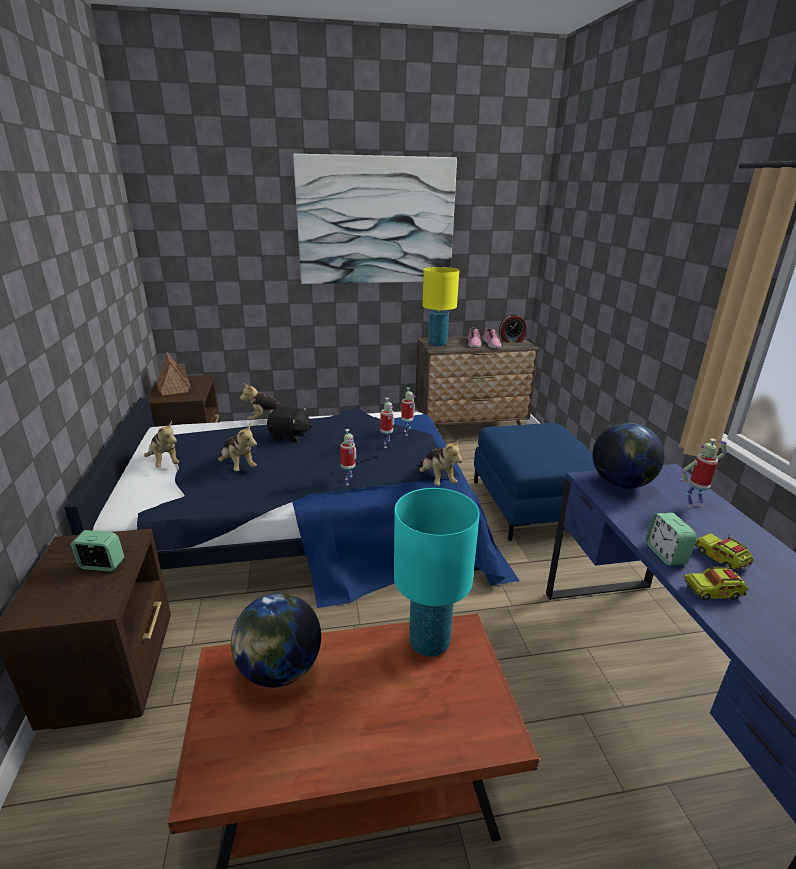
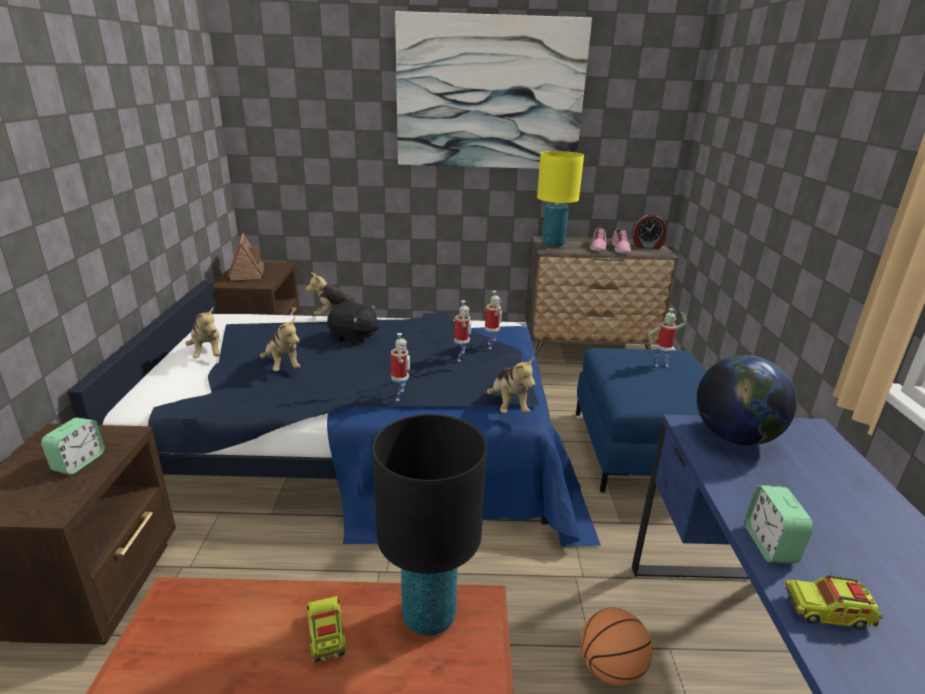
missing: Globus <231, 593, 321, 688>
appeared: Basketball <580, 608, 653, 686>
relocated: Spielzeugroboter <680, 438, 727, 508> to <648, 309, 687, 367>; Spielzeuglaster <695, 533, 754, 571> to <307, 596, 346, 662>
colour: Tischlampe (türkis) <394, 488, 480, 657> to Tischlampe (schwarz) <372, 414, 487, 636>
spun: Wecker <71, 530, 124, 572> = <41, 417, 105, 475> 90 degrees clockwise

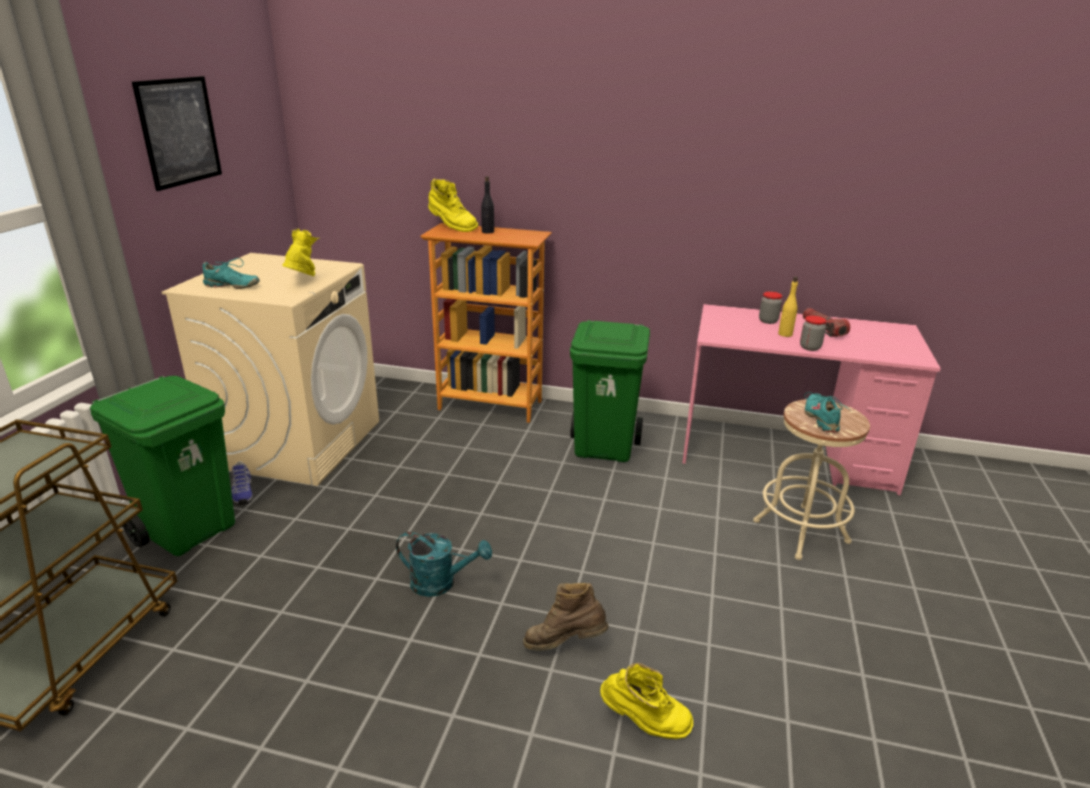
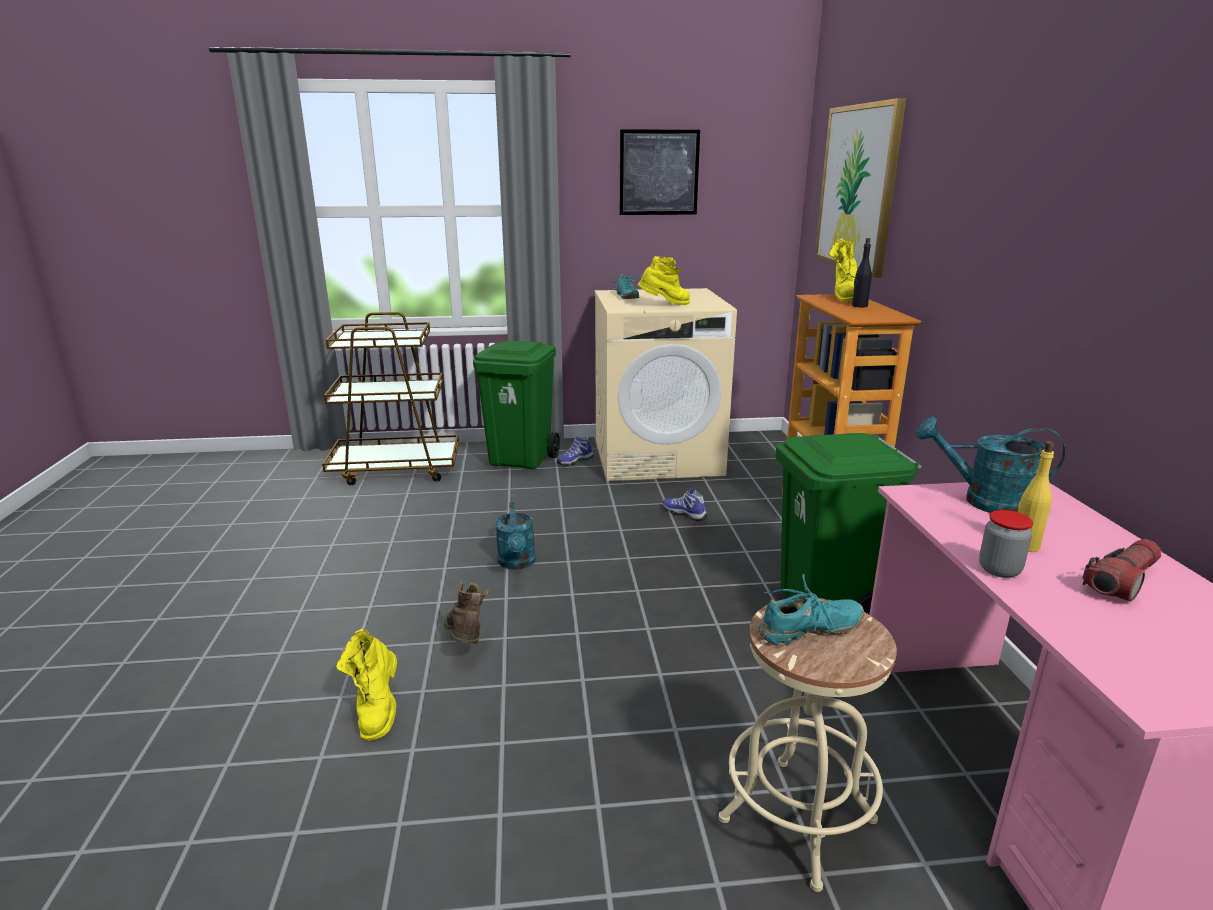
missing: Vorratsglas <759, 292, 782, 324>
appeared: Schuh <663, 489, 707, 521>; Bild <815, 98, 906, 278>; Gießkanne (türkis) <916, 417, 1066, 513>

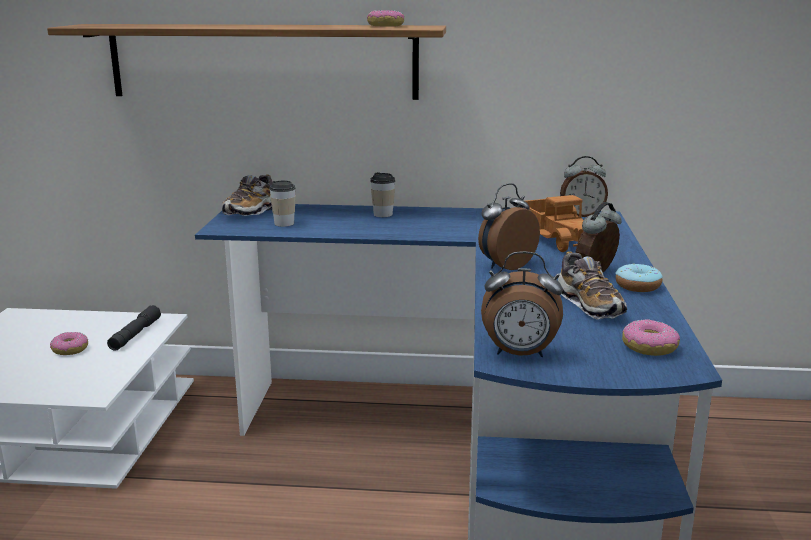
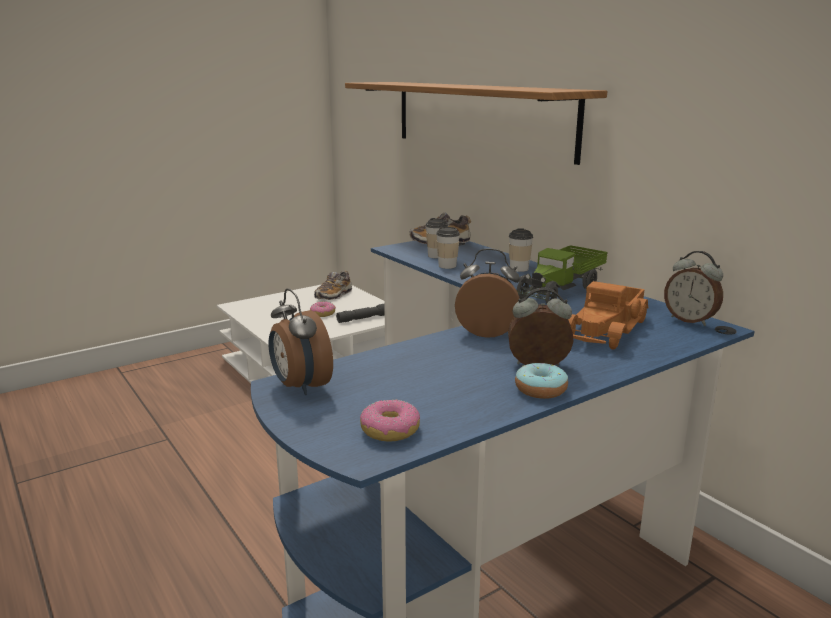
missing: Donut <367, 10, 404, 26>
appeared: Tasse <436, 227, 460, 269>; Spielzeuglaster <517, 245, 607, 304>
relocated: Schuh <558, 251, 627, 320> to <314, 271, 352, 300>

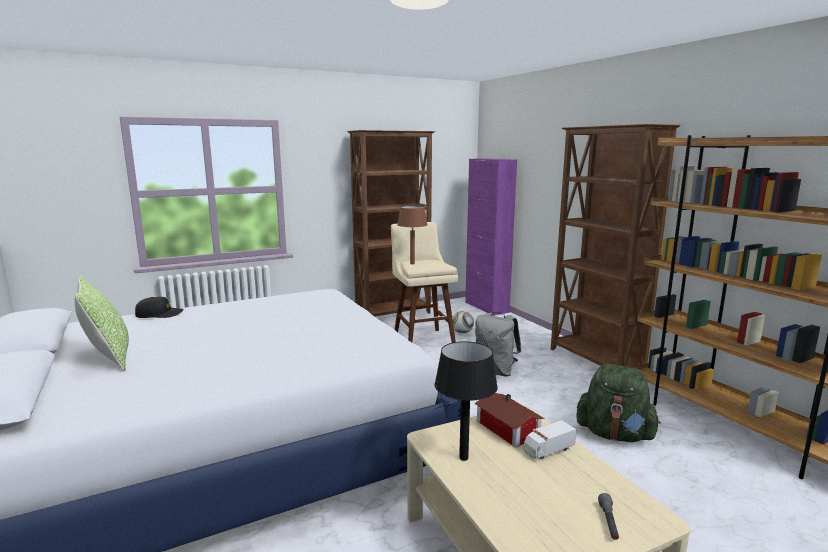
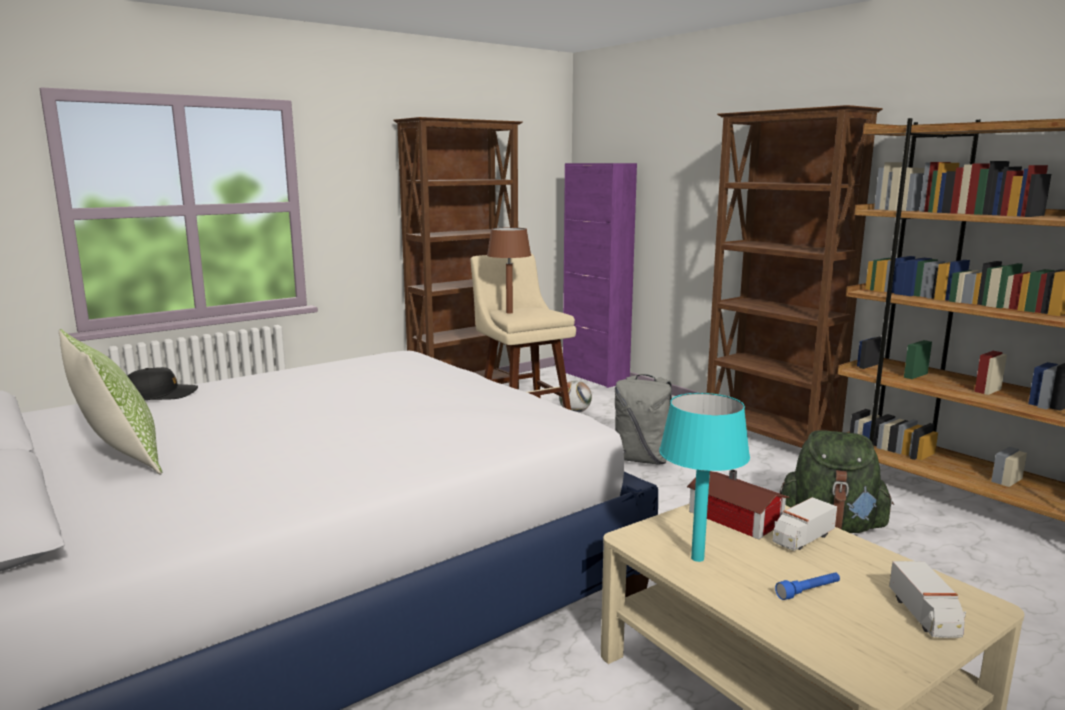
appeared: Taschenlampe (blau) <775, 572, 840, 600>
exchanged: Taschenlampe (grau) <598, 493, 619, 540> to Spielzeuglaster <889, 561, 966, 638>
colour: Tischlampe (schwarz) <435, 341, 498, 461> to Tischlampe (türkis) <659, 393, 750, 562>

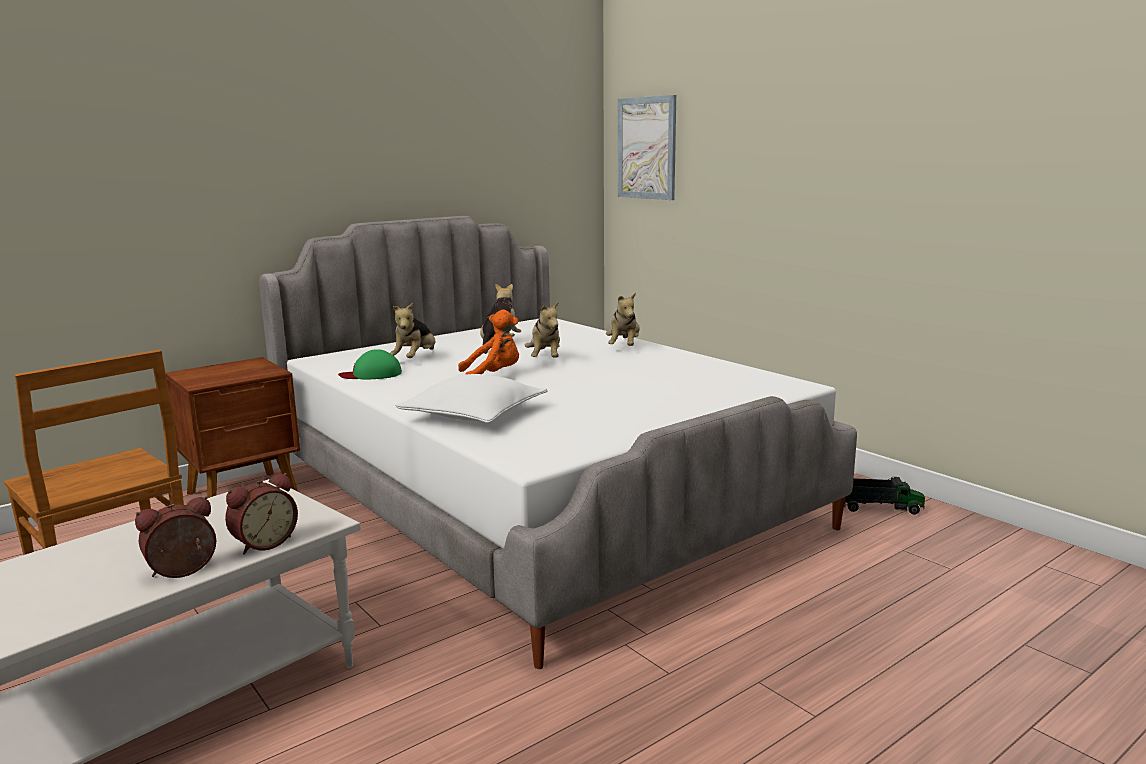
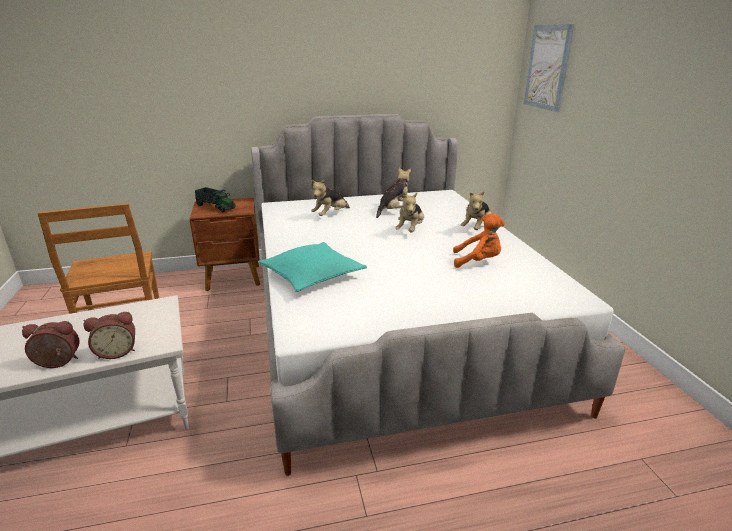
missing: Kappe (grün) <338, 349, 402, 380>
relocated: Plüschtier (orange) <458, 309, 519, 375> to <453, 213, 505, 268>; Spielzeuglaster <844, 476, 925, 515> to <195, 187, 236, 212>
colour: Kissen (weiß) <395, 374, 548, 423> to Kissen (türkis) <258, 242, 367, 292>

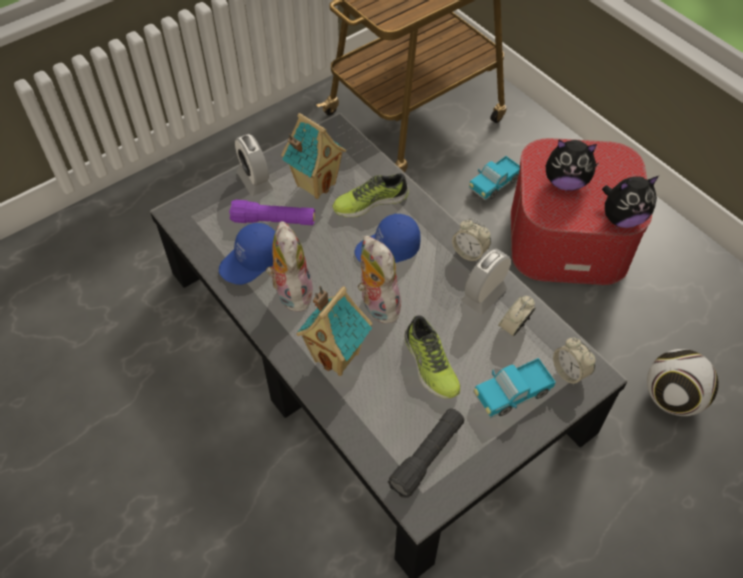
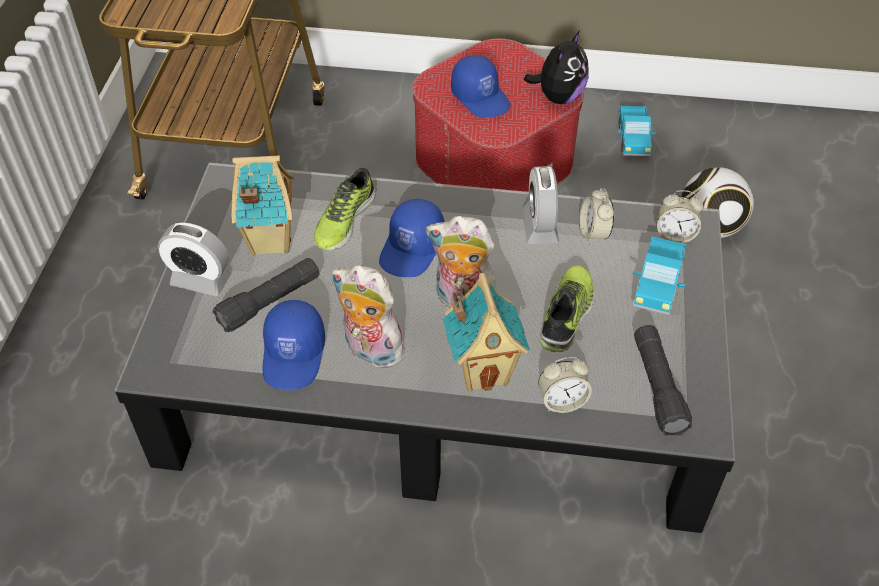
relocated: Wecker <452, 218, 491, 262> to <538, 357, 592, 413>; Spielzeuglaster <469, 156, 520, 201> to <617, 106, 657, 156>
exchanged: Plüschtier <546, 140, 598, 191> to Kappe (blau) <451, 55, 511, 118>
colour: Taschenlampe (lila) <229, 200, 315, 225> to Taschenlampe (schwarz) <213, 258, 319, 332>
spun: Schuh <404, 315, 461, 399> = <540, 265, 595, 352> 90 degrees counterclockwise

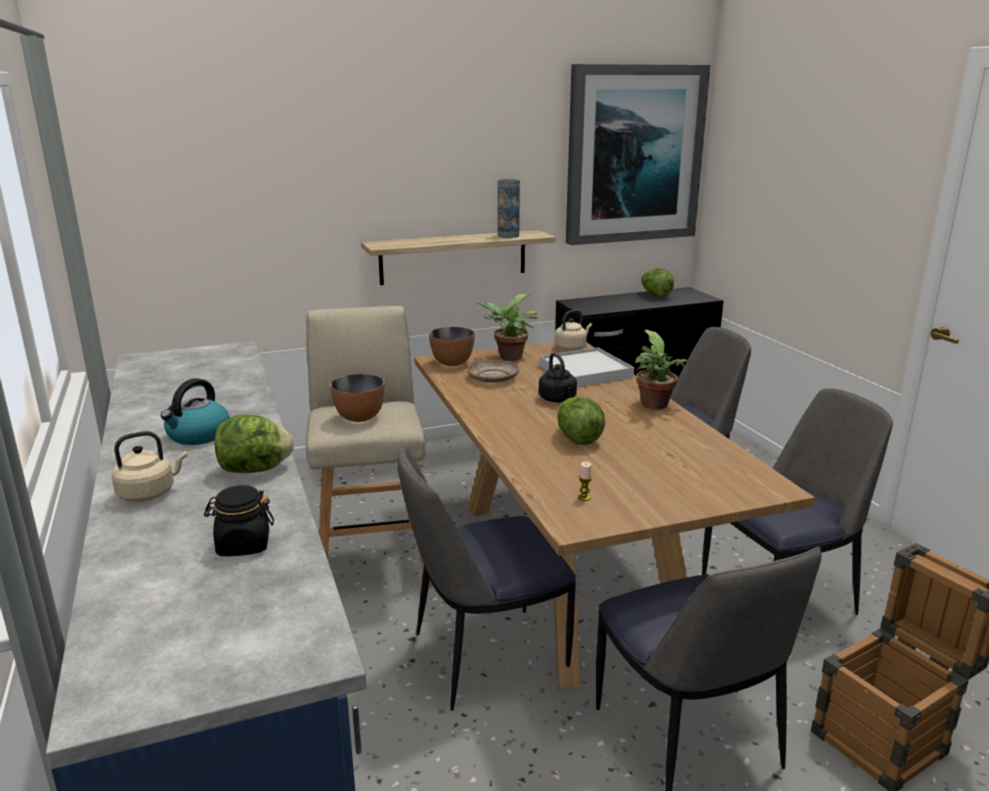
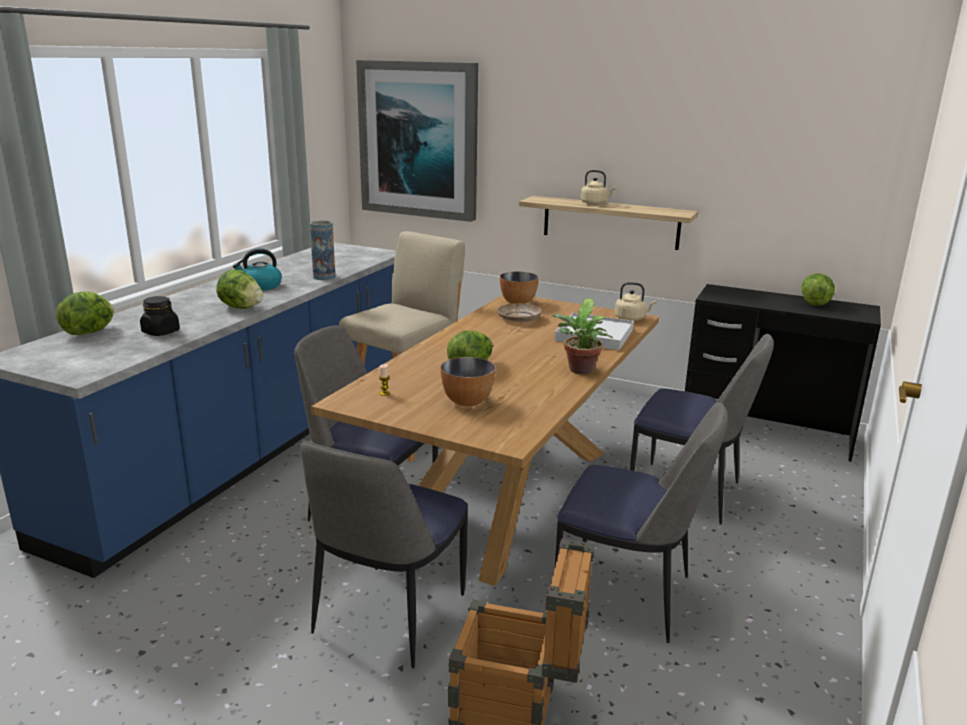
missing: Topfpflanze <476, 294, 538, 361>; Wasserkessel (schwarz) <539, 353, 577, 402>
appeared: Salatkopf <56, 292, 114, 335>
relocated: Wasserkessel (beige) <112, 431, 187, 502> to <581, 170, 616, 205>; Schüssel <330, 374, 385, 422> to <441, 357, 496, 406>; Vase <498, 179, 520, 238> to <310, 221, 335, 280>; Bild <566, 64, 710, 245> to <356, 60, 478, 222>

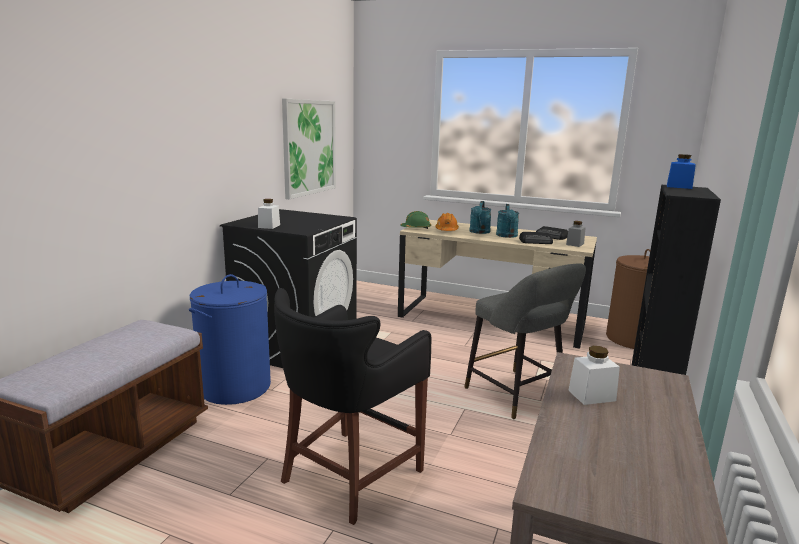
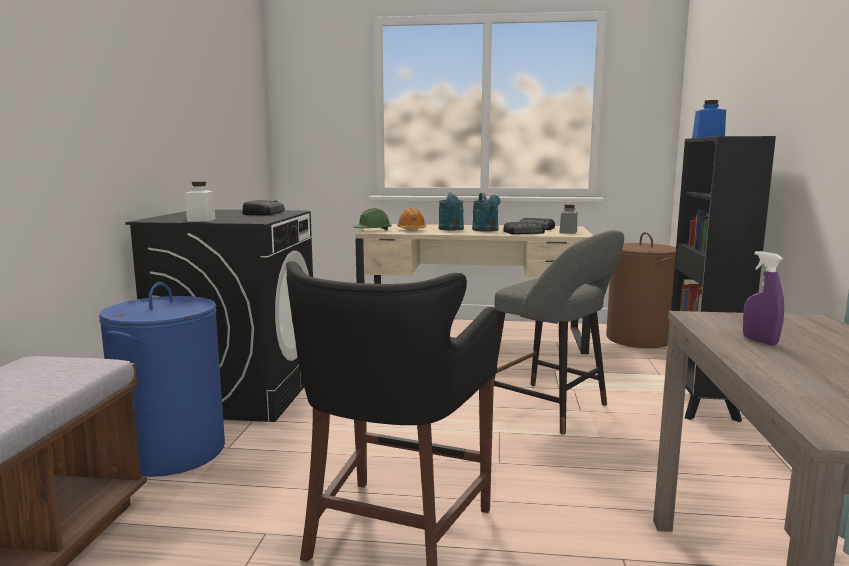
missing: Bild <282, 98, 336, 199>
appeared: Radio <243, 200, 285, 215>
exchanged: Vorratsglas (weiß) <568, 346, 620, 405> to Sprühflasche (lila) <743, 251, 784, 345>

